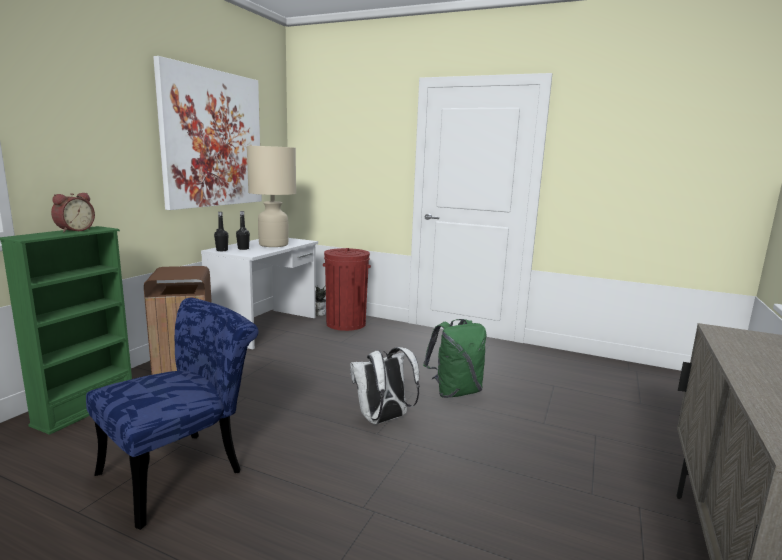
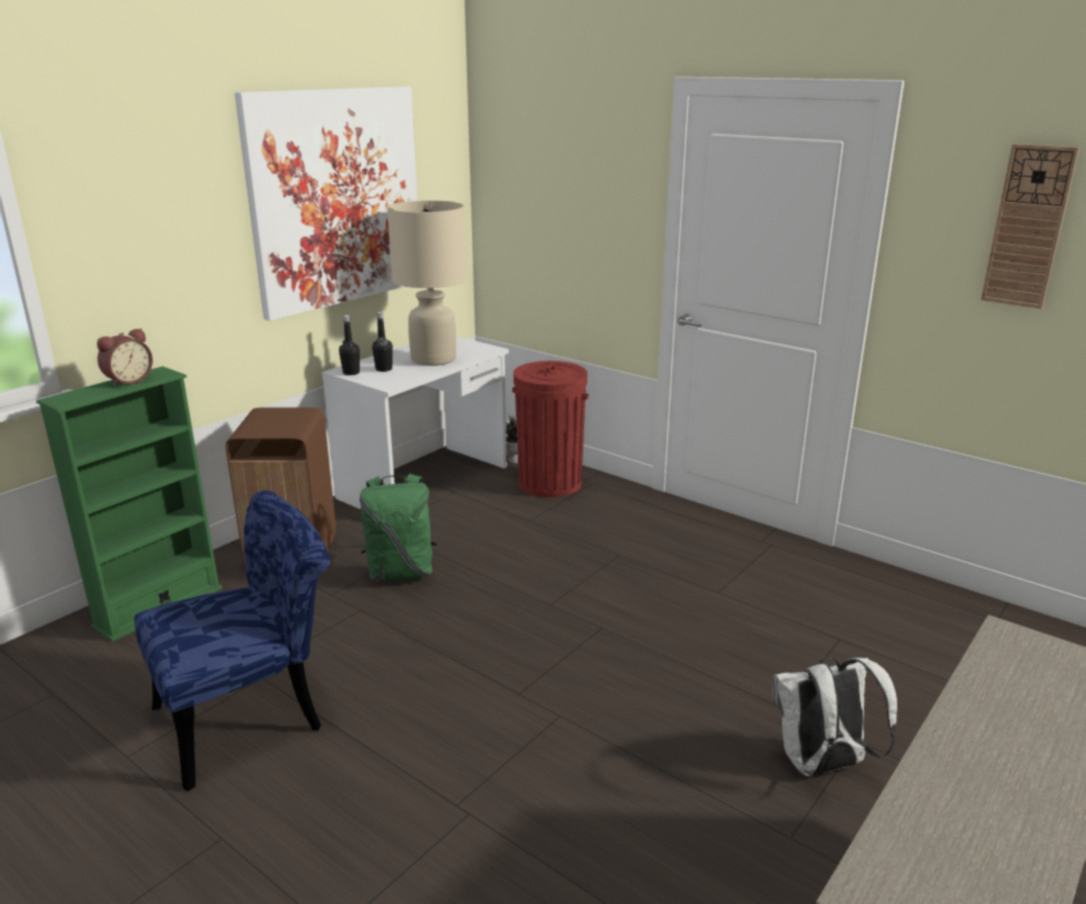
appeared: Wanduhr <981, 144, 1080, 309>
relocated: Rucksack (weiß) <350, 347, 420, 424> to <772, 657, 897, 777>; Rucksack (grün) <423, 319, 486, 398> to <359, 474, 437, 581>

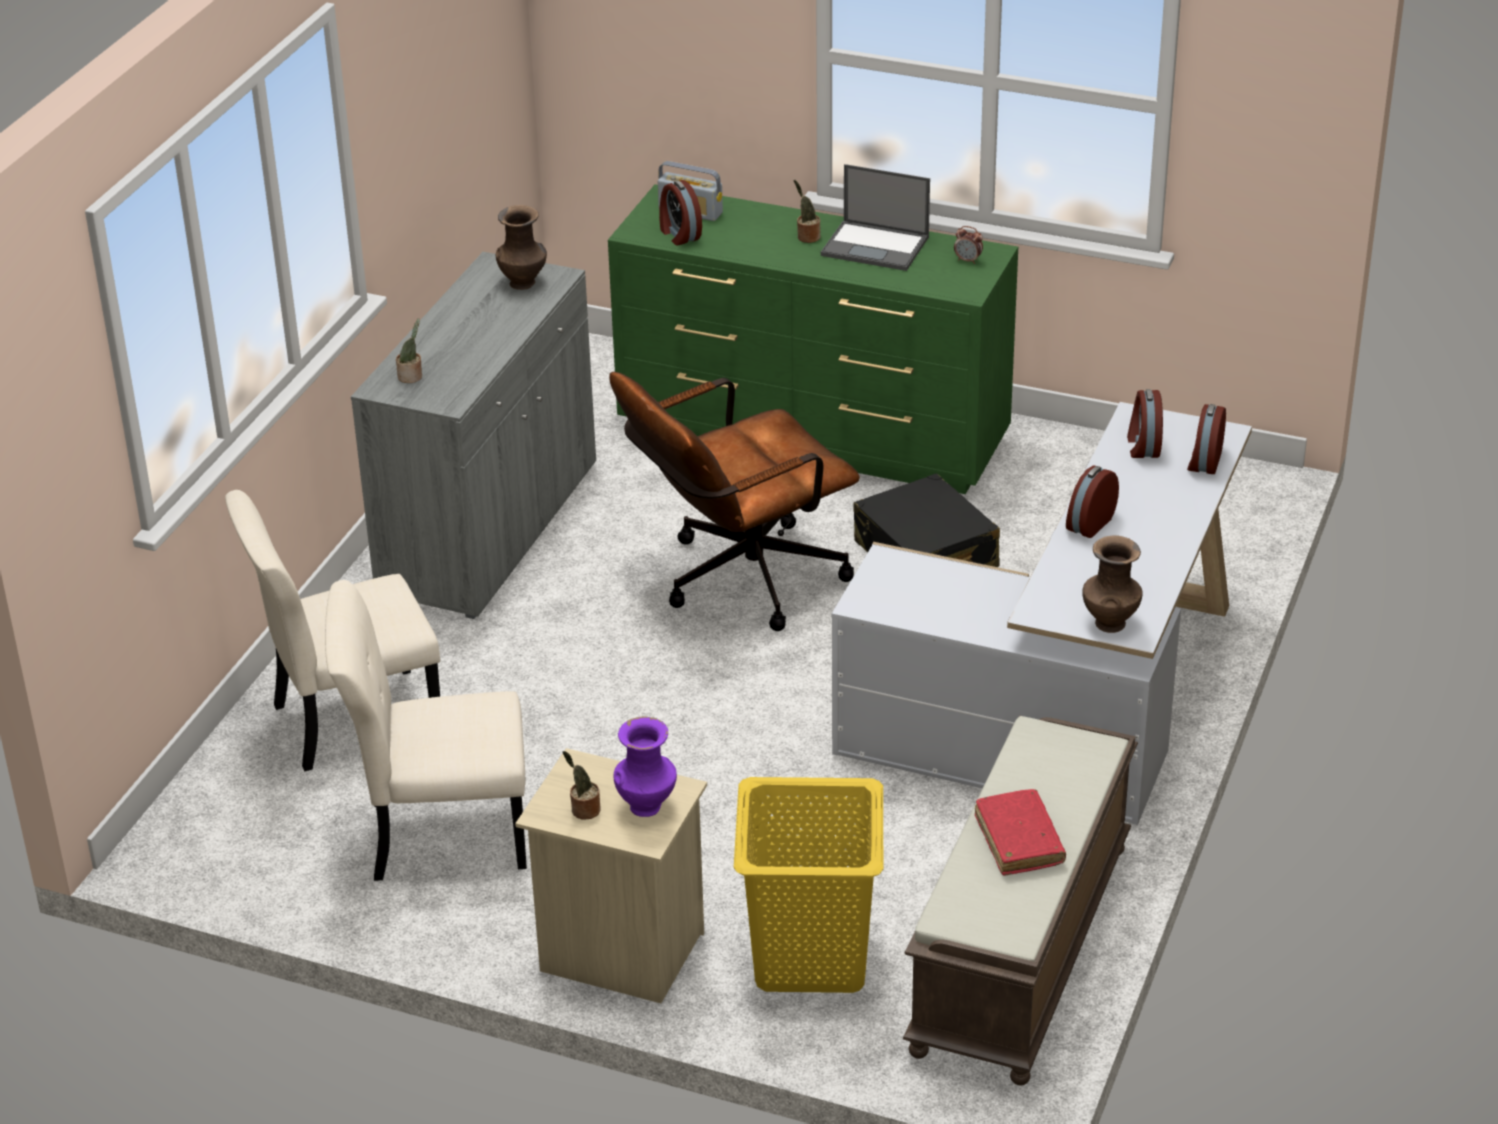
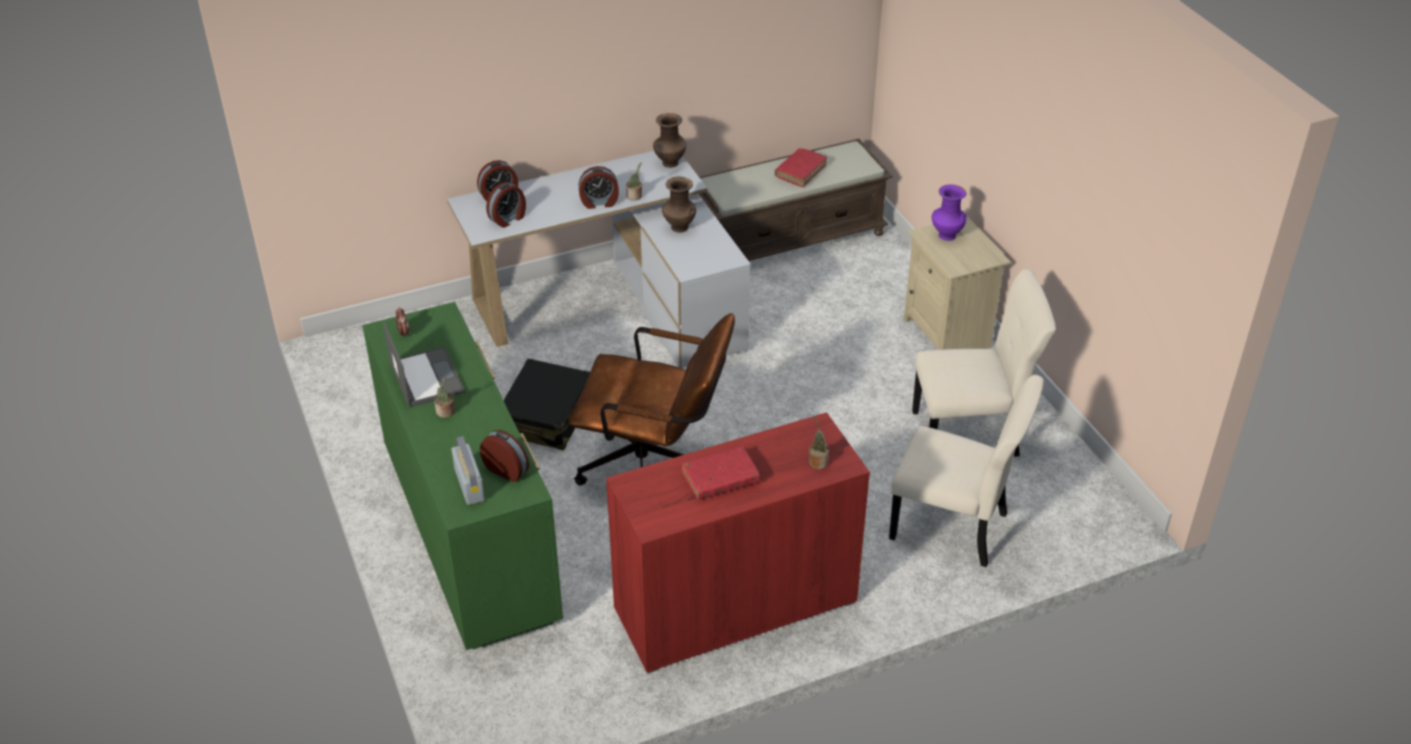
missing: Wäschekorb (gelb) <734, 777, 883, 993>
appeared: Buch (rot) <682, 446, 760, 499>
relocated: Vase (braun) <496, 205, 547, 290> to <662, 177, 696, 233>; Topfpflanze <562, 751, 601, 820> to <626, 162, 642, 201>
colour: Schrank (grau) <351, 252, 596, 619> to Schrank (rot) <606, 412, 870, 674>
spun: Stuhl (beige) <325, 580, 527, 881> = <912, 269, 1056, 457> 45 degrees counterclockwise; Wecker <659, 180, 702, 245> = <480, 430, 529, 482> 75 degrees counterclockwise

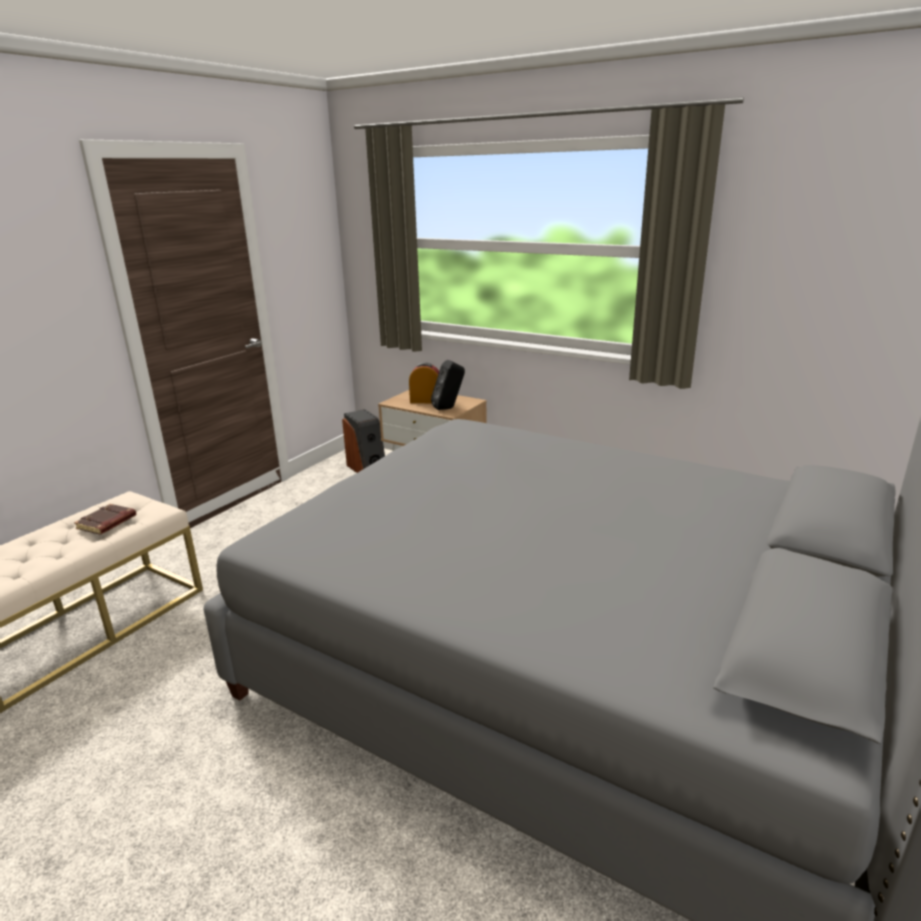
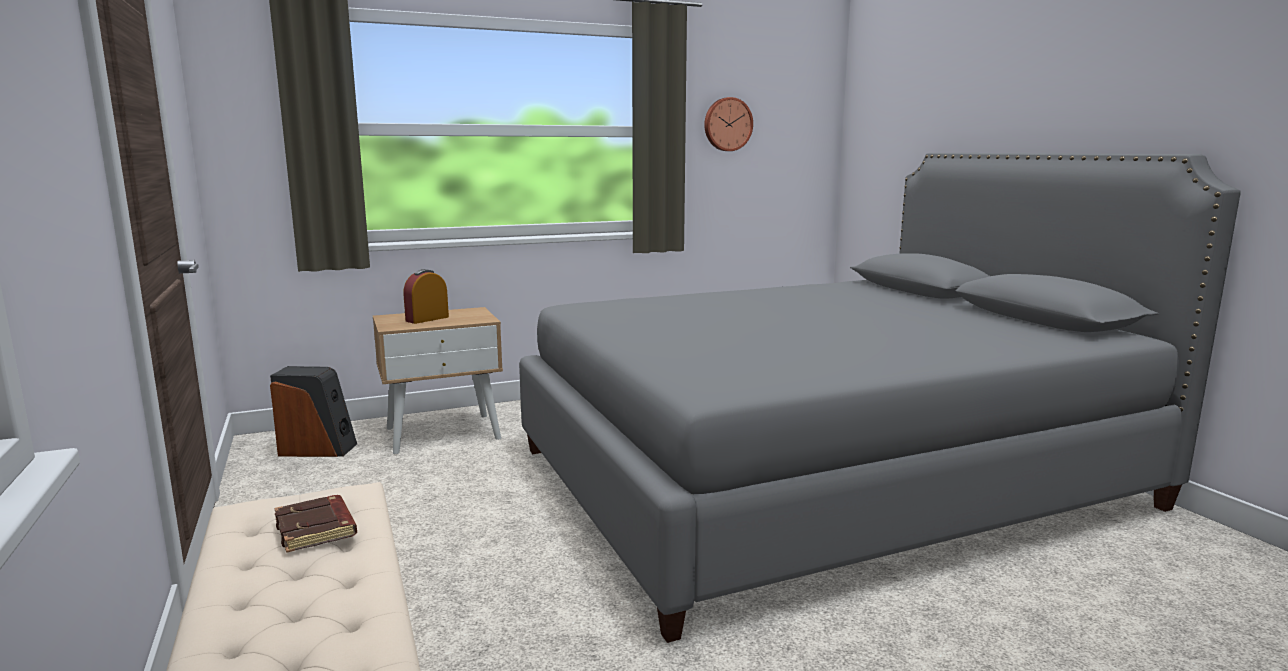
missing: Lautsprecher (schwarz) <431, 360, 465, 410>
appeared: Wanduhr <704, 97, 753, 151>

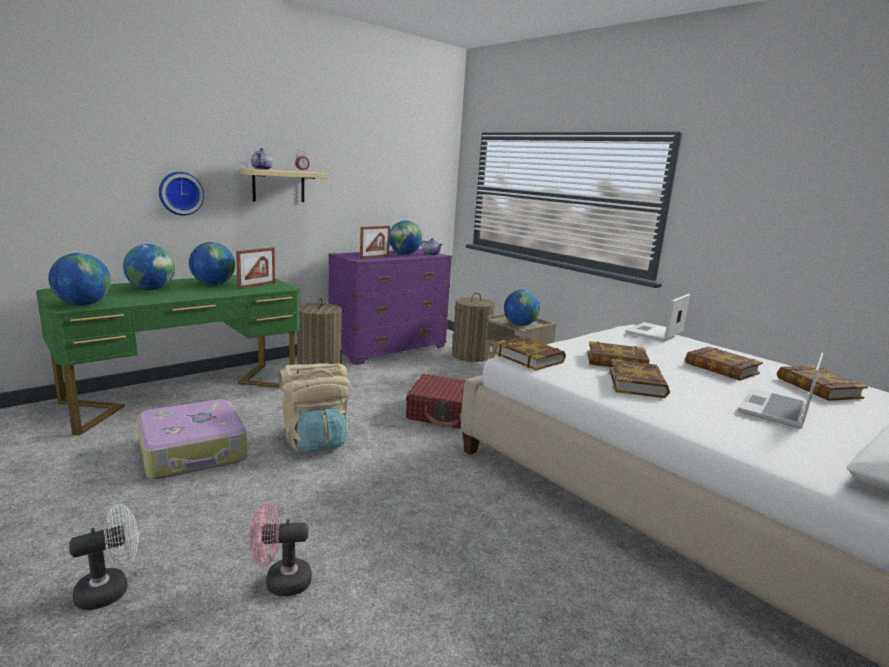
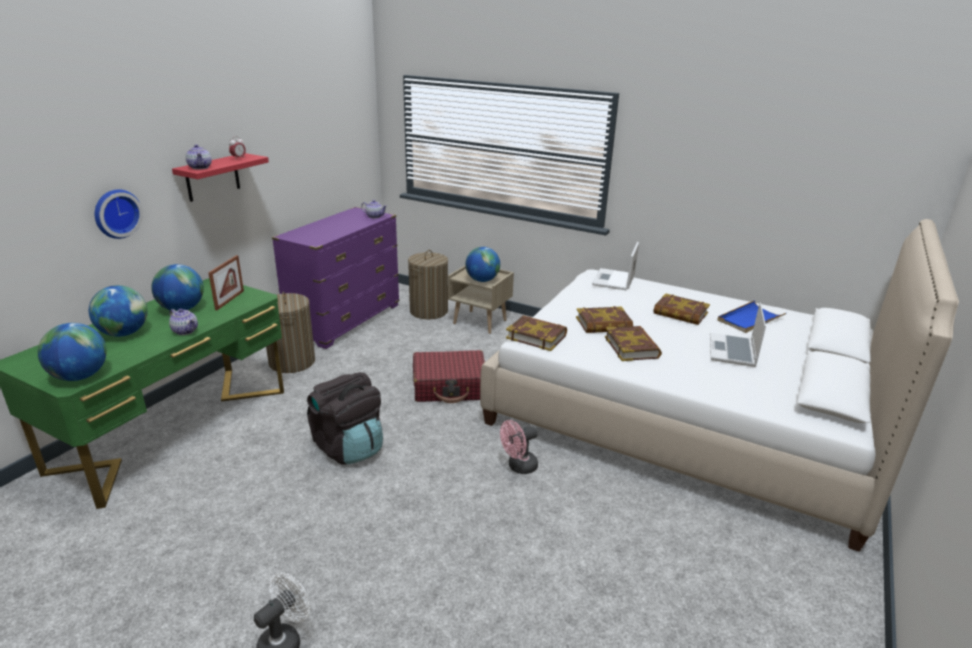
missing: Koffer <137, 399, 247, 479>; Bilderrahmen <360, 226, 390, 259>; Globus <390, 221, 422, 255>
appeared: Teekanne <169, 309, 198, 335>
relocated: Ventilator (rosa) <249, 503, 312, 596> to <500, 420, 538, 474>
exchanged: Buch <777, 365, 868, 401> to Tablett (blau) <717, 300, 786, 333>
colour: Wandregal (beige) <240, 168, 328, 202> to Wandregal (rot) <172, 153, 269, 202>; Rucksack (beige) <279, 363, 350, 452> to Rucksack (schwarz) <307, 372, 383, 465>

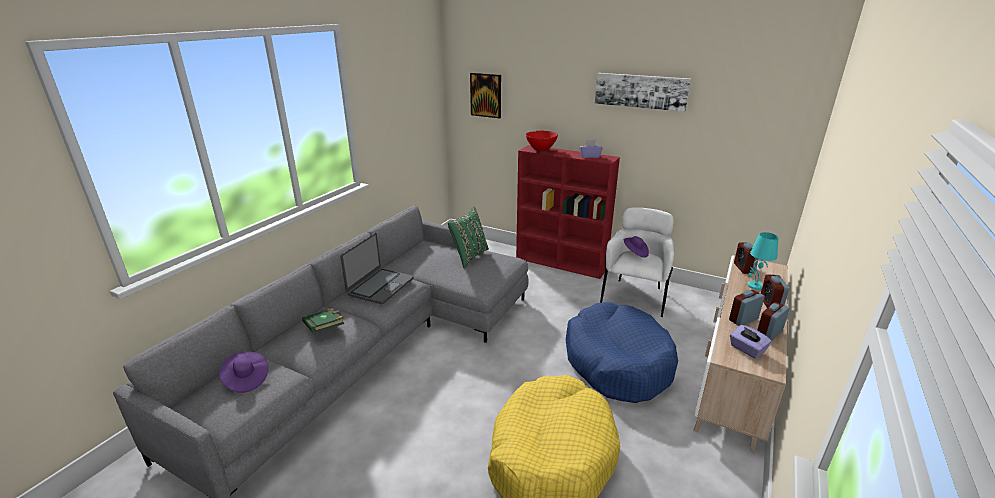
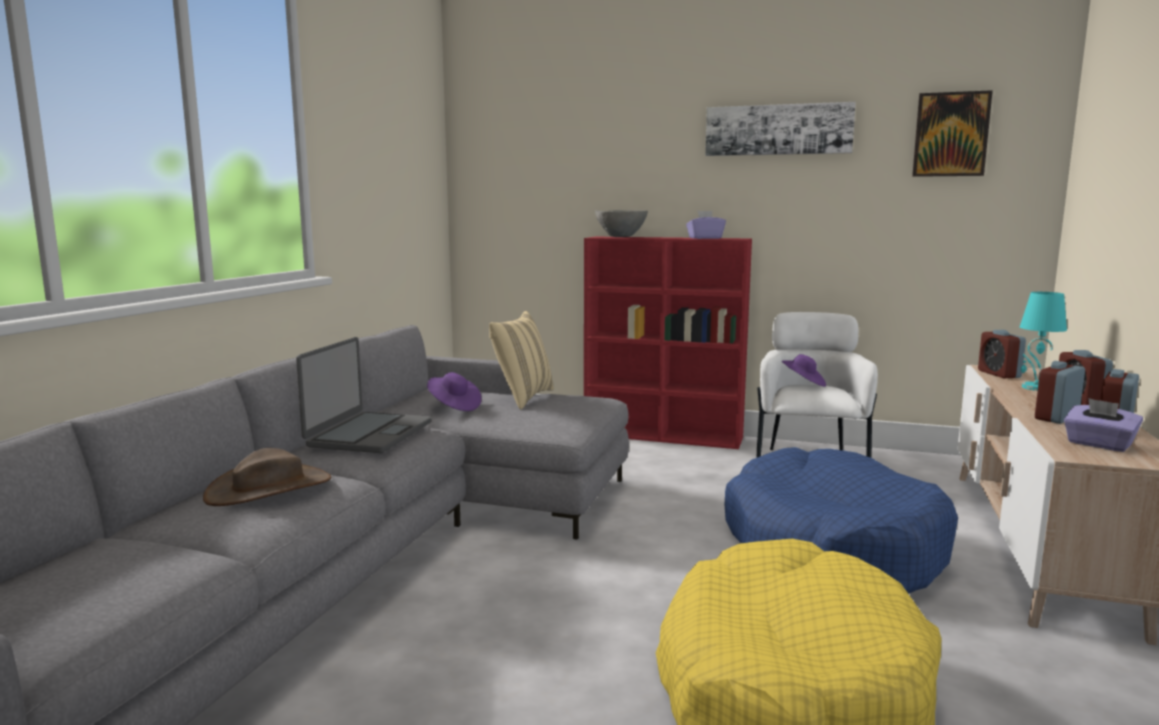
relocated: Hut (lila) <219, 352, 269, 393> to <427, 372, 482, 411>; Bild <470, 73, 501, 118> to <912, 90, 993, 177>
exchanged: Buch (grün) <302, 308, 344, 333> to Hut (braun) <203, 448, 331, 506>
colour: Kissen (grün) <448, 207, 489, 268> to Kissen (beige) <489, 311, 554, 410>; Schüssel (rot) <526, 131, 558, 151> to Schüssel (grau) <595, 210, 648, 237>

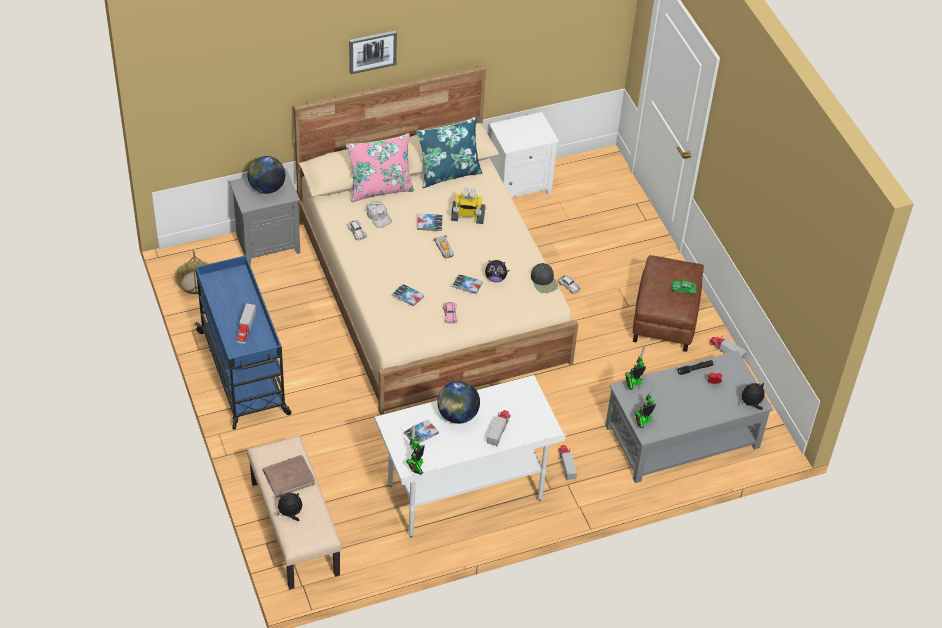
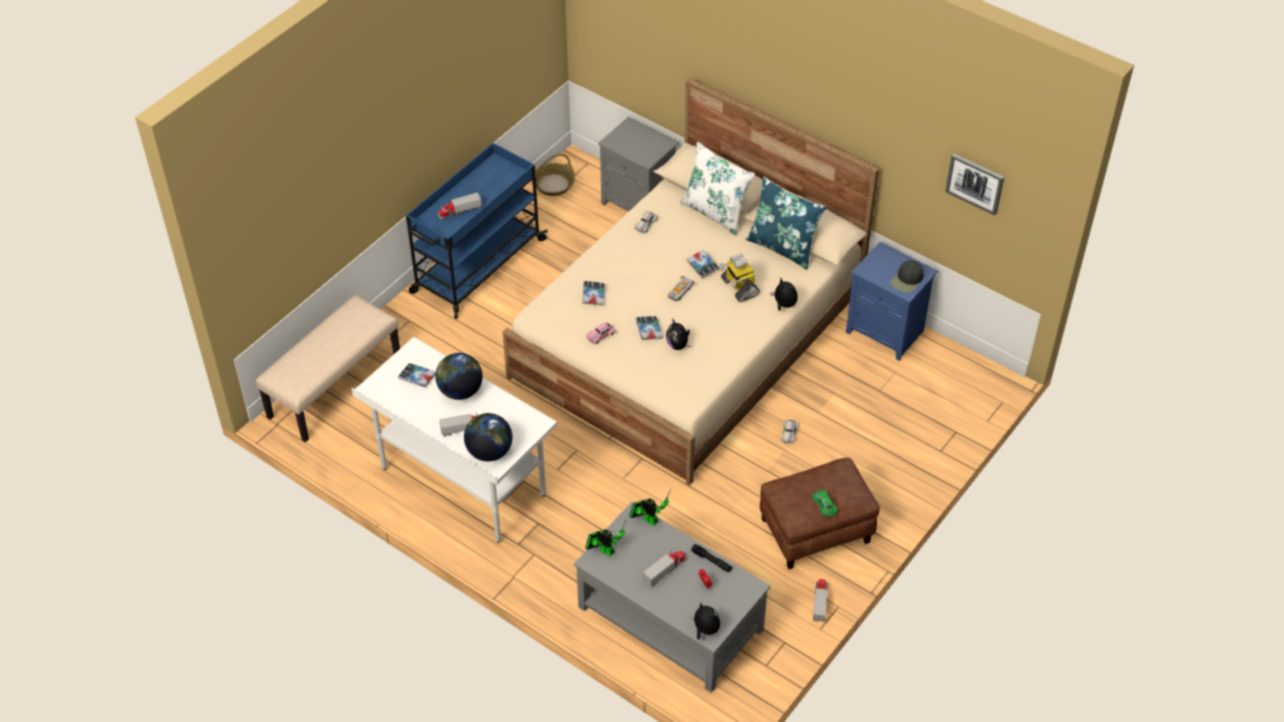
missing: Buch (braun) <263, 455, 315, 498>; Kappe (weiß) <367, 201, 392, 228>; Spielzeugroboter <406, 425, 424, 475>
relocated: Globus <247, 156, 285, 194> to <464, 413, 512, 461>; Plüschtier <277, 492, 302, 521> to <770, 278, 798, 311>; Bild <349, 31, 397, 74> to <945, 153, 1004, 215>; Kappe (schwarz) <531, 263, 558, 293> to <891, 260, 924, 292>; Spielzeuglaster <558, 445, 577, 480> to <643, 550, 687, 587>
colour: Kissen (rosa) <346, 133, 414, 202> to Kissen (weiß) <680, 142, 755, 236>; Nachttisch (weiß) <489, 112, 559, 198> to Nachttisch (blau) <846, 242, 938, 361>

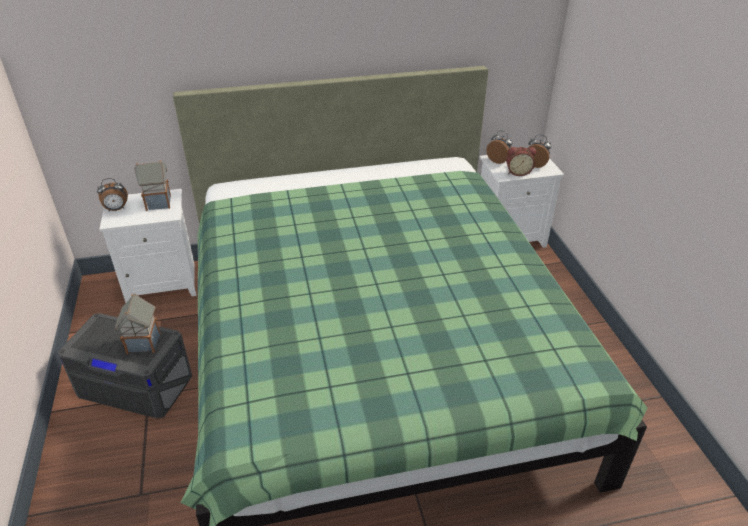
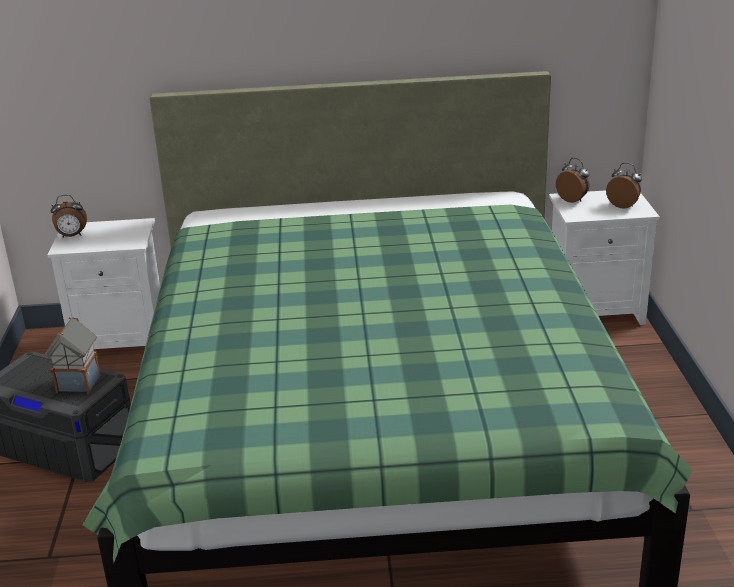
missing: Spielzeughaus <134, 160, 171, 211>; Wecker <506, 147, 536, 176>

